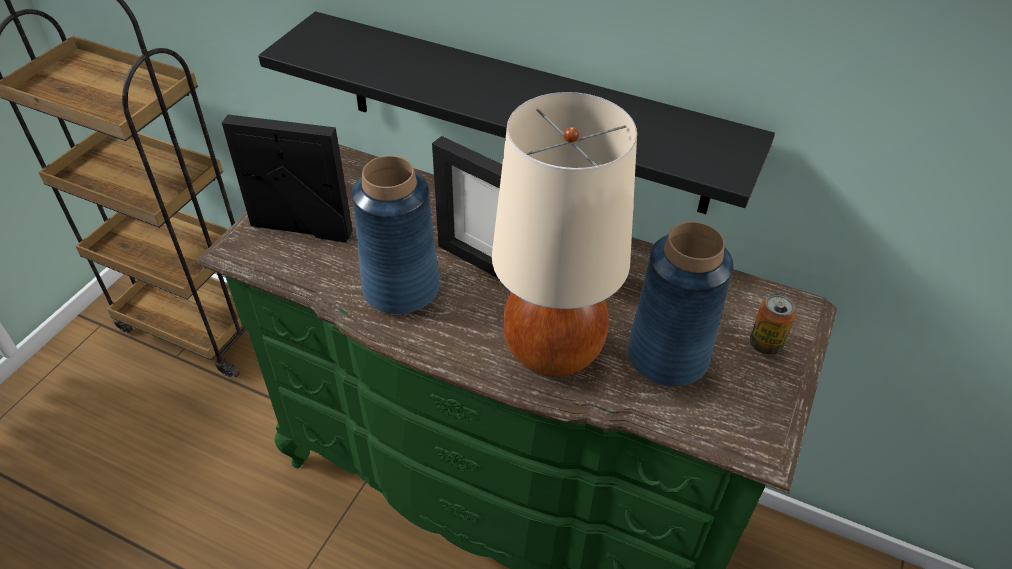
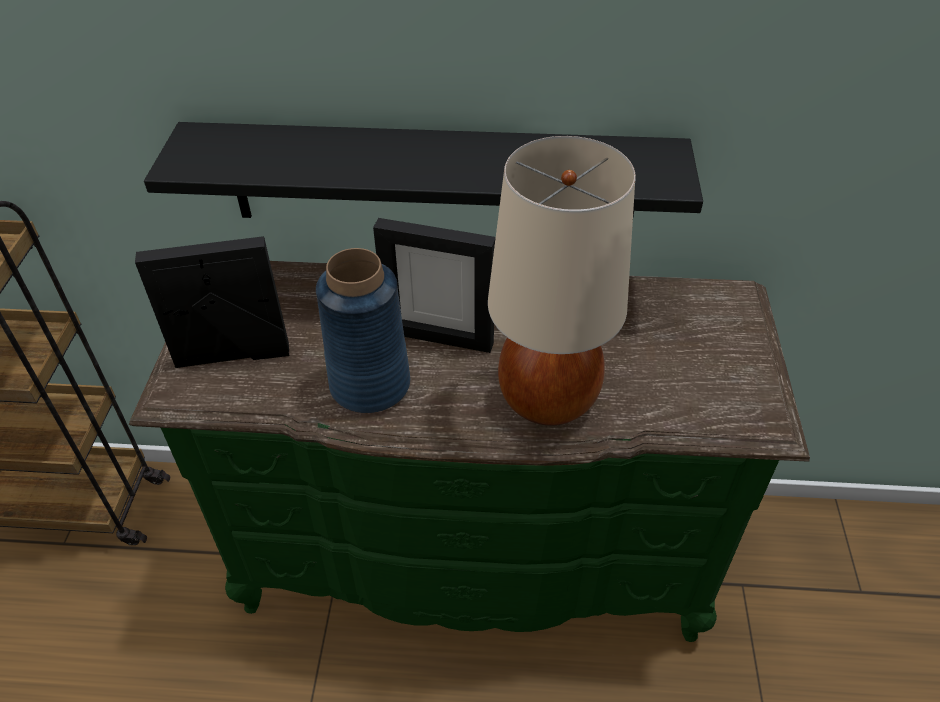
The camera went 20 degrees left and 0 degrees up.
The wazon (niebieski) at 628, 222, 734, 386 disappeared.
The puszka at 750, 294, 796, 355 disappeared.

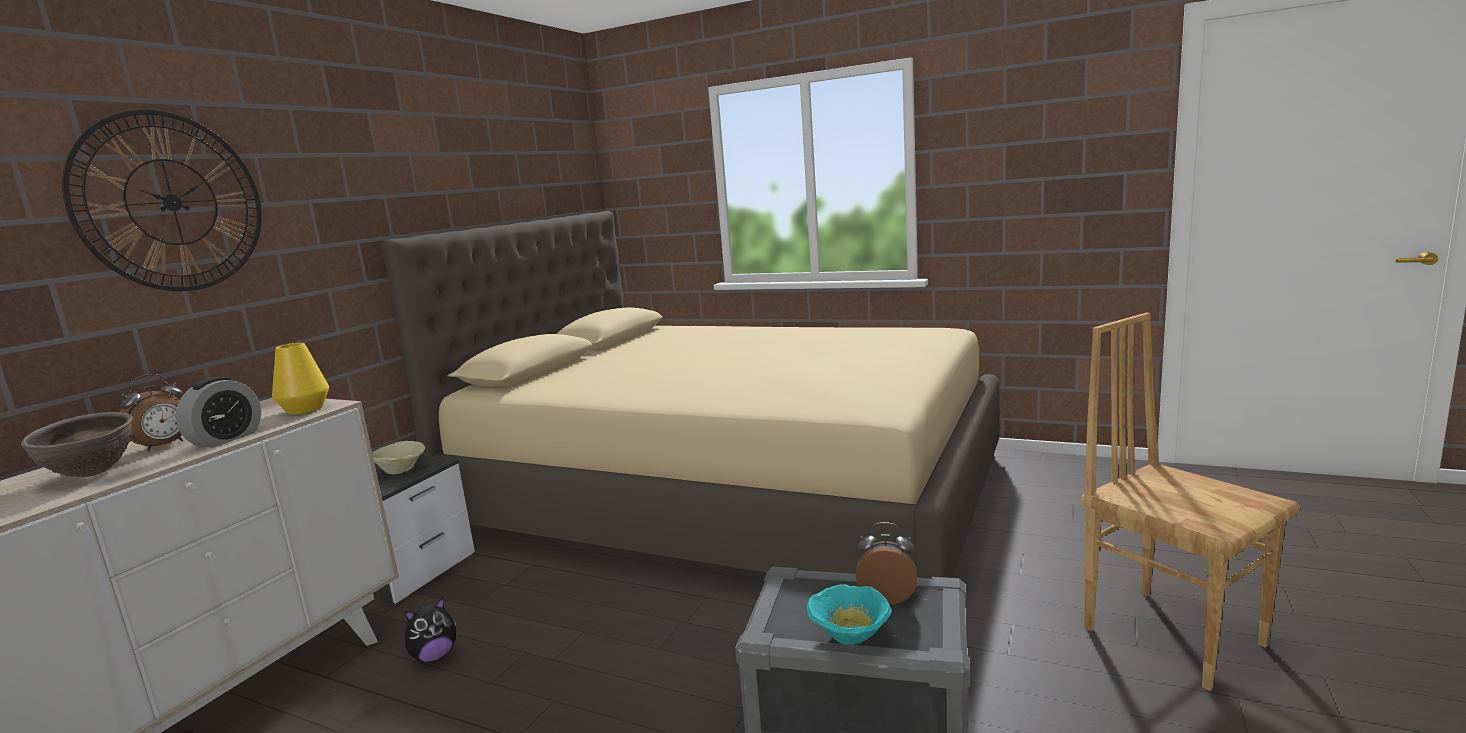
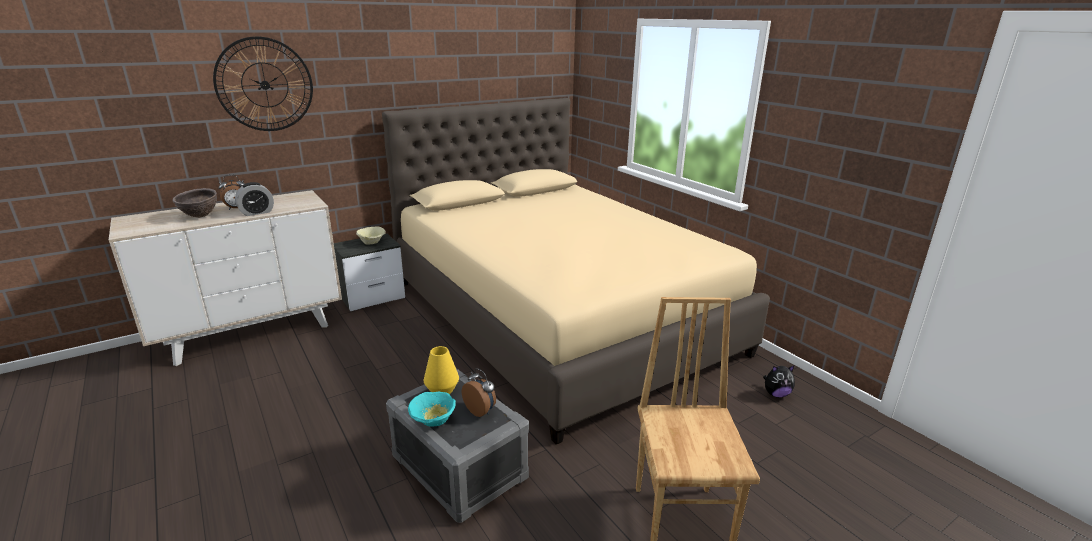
The camera went 30 degrees right and 10 degrees up.
The wazon (żółty) moved from 272, 343, 329, 415 to 424, 346, 459, 394.
The pluszak moved from 405, 597, 456, 662 to 763, 365, 795, 397.

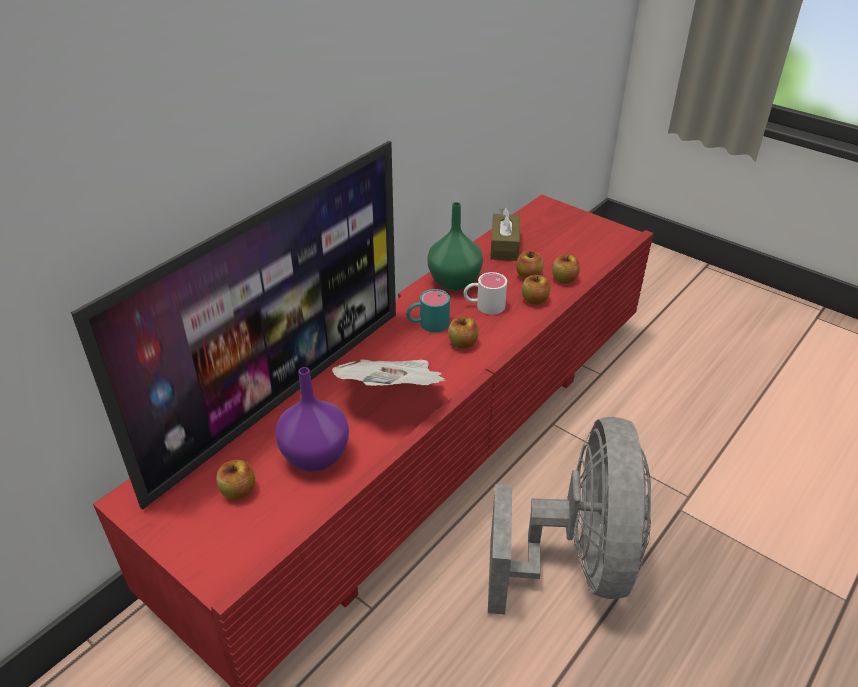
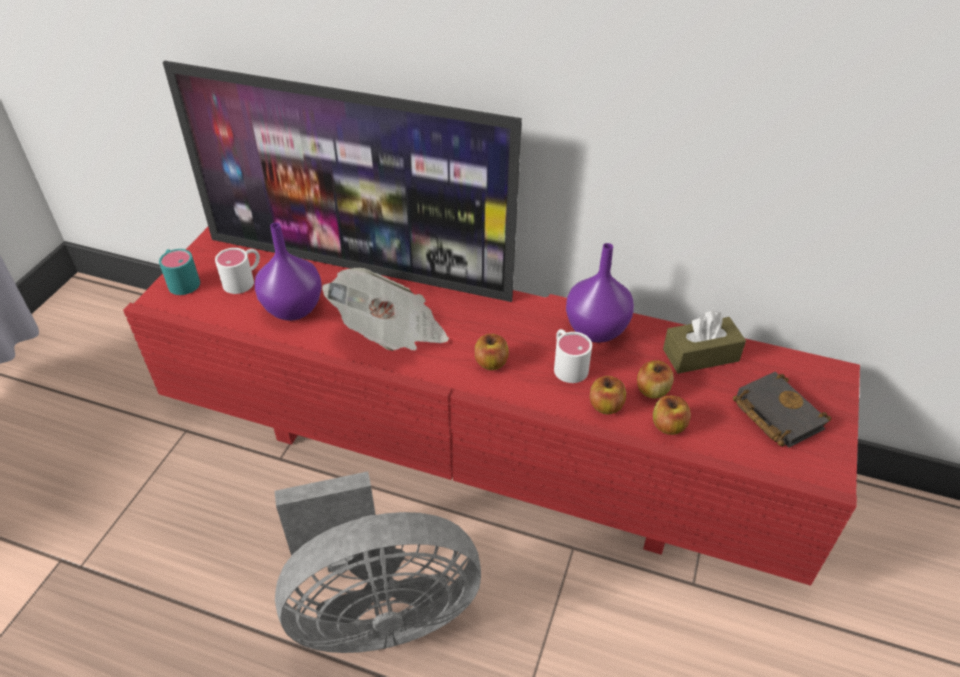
The camera went 70 degrees right and 5 degrees up.
The wazon (zielony) at 428, 202, 483, 291 became the wazon (fioletowy) at 566, 243, 634, 343.
The kubek (turkusowy) moved from 407, 289, 450, 333 to 159, 249, 200, 295.
The jabłko at 216, 460, 255, 500 was replaced by the kubek (biały) at 215, 248, 260, 294.
The książka (czarny) at 733, 372, 831, 448 appeared.

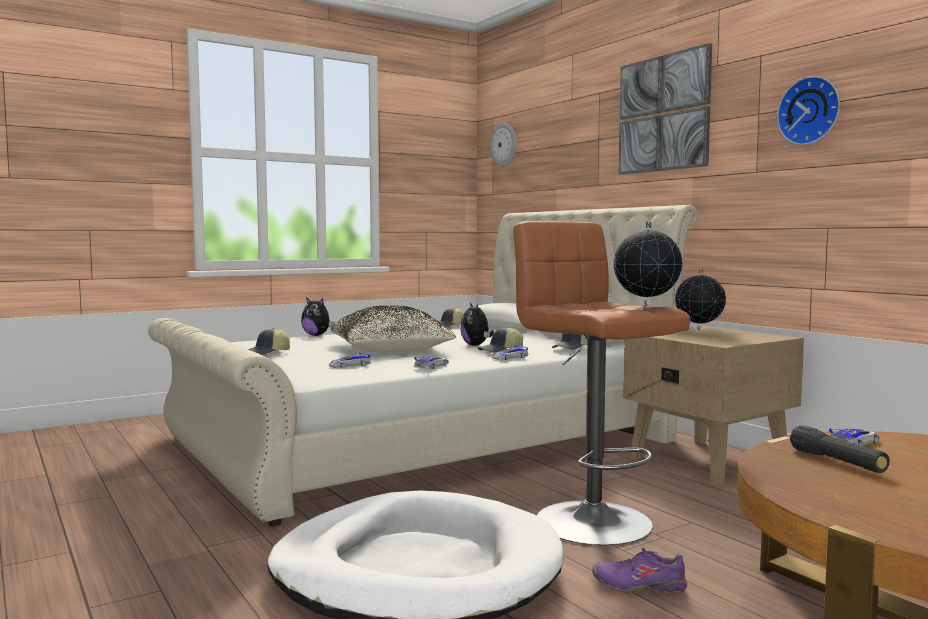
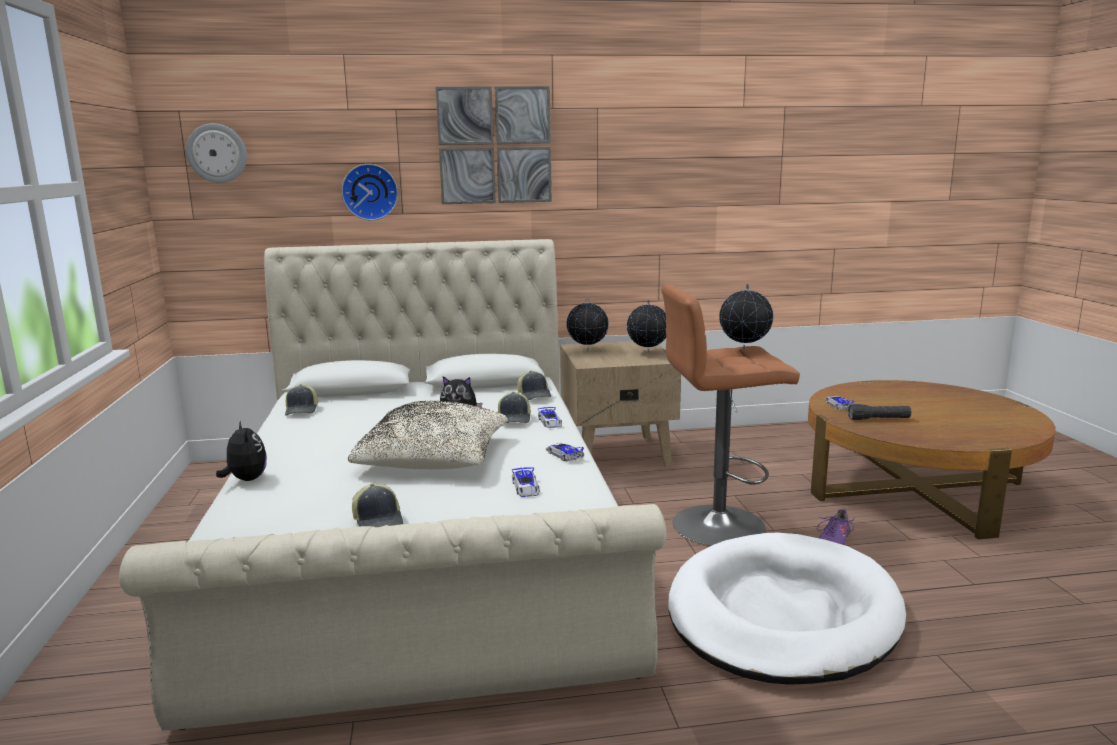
The camera went 65 degrees left and 10 degrees up.
The zegar ścienny moved from 777, 76, 840, 145 to 341, 164, 398, 220.
The pluszak at 301, 297, 335, 336 turned 90 degrees counterclockwise.
The globus at 627, 299, 666, 353 appeared.

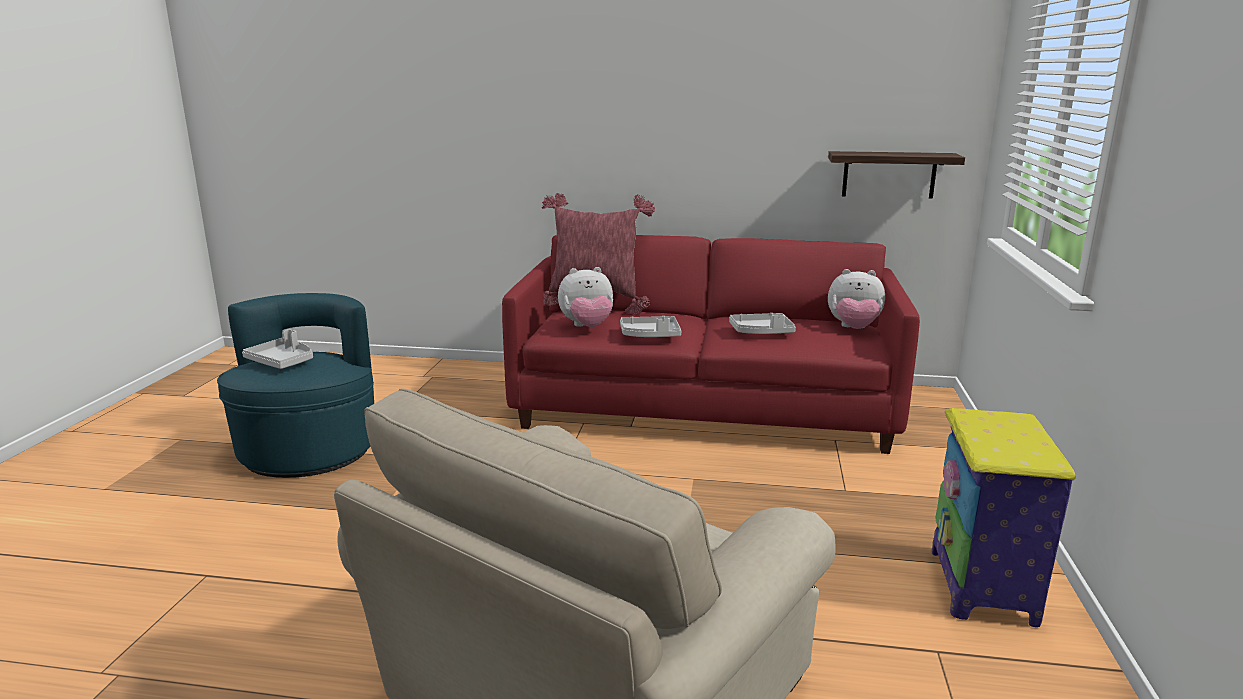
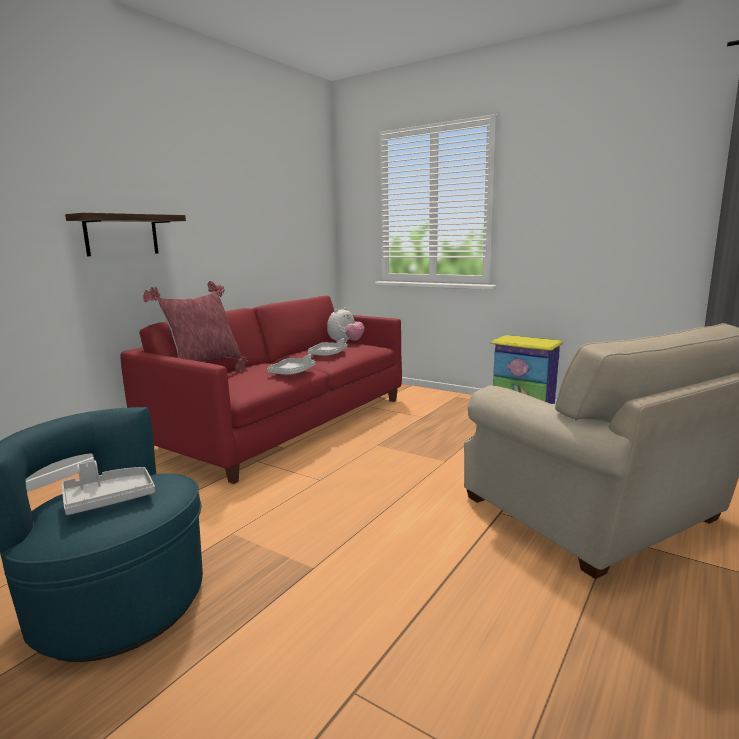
The camera went 65 degrees left and 5 degrees down.
The półka moved from 828, 151, 965, 199 to 65, 212, 186, 256.
The pluszak at 558, 267, 613, 327 disappeared.

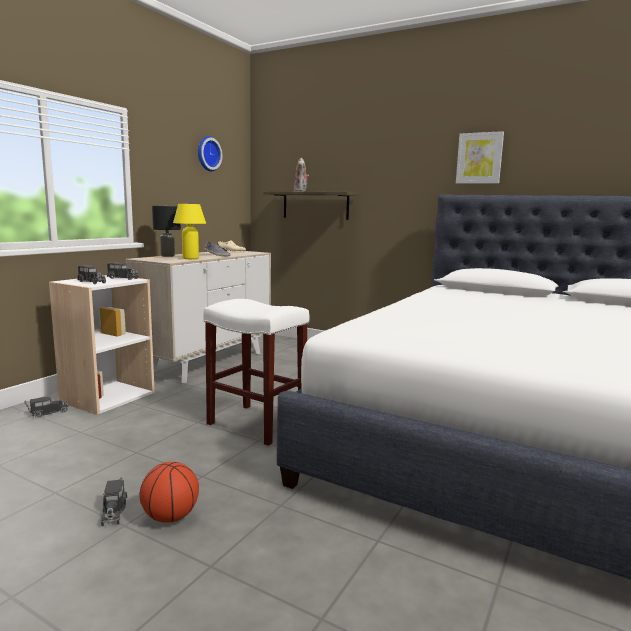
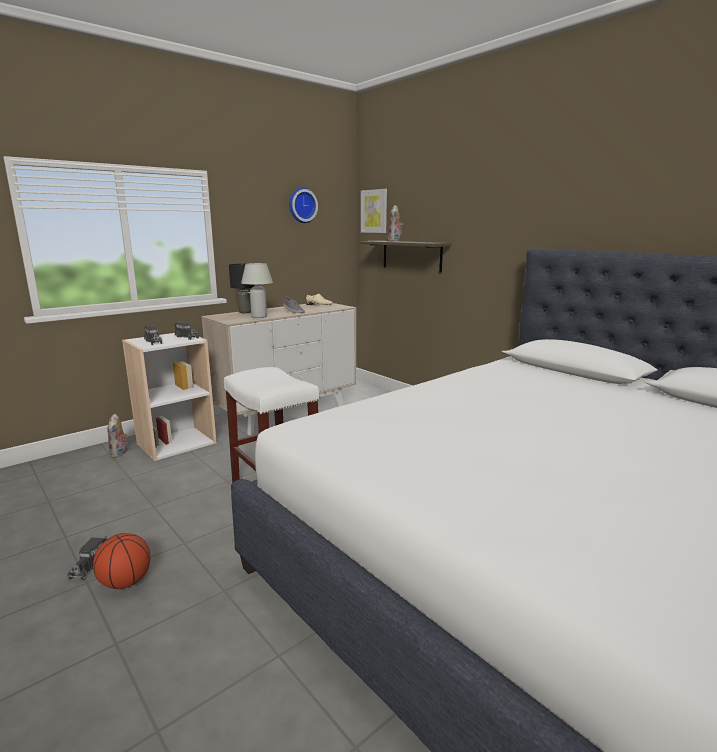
The camera went 20 degrees right and 5 degrees up.
The obraz moved from 456, 131, 504, 184 to 361, 189, 387, 233.
The lampa stołowa (żółty) at 173, 204, 206, 259 became the lampa stołowa (biały) at 241, 263, 273, 318.
The ciężarówka zabawkowa at 24, 397, 68, 418 was replaced by the pluszak at 107, 414, 128, 458.

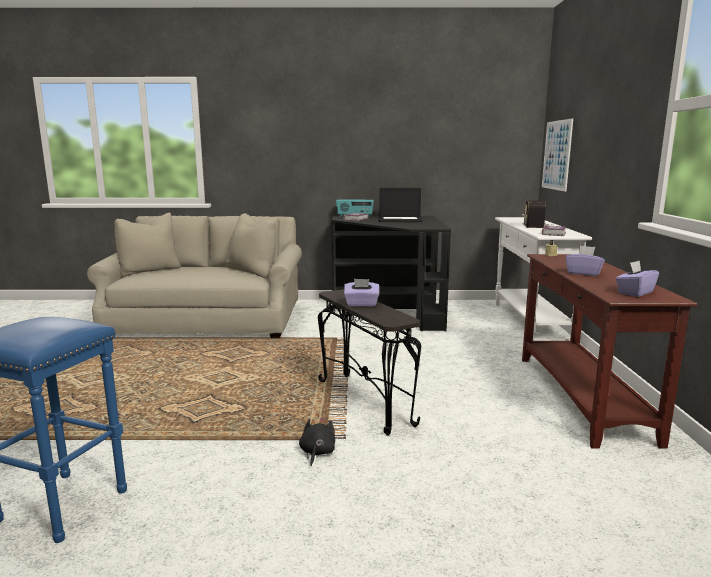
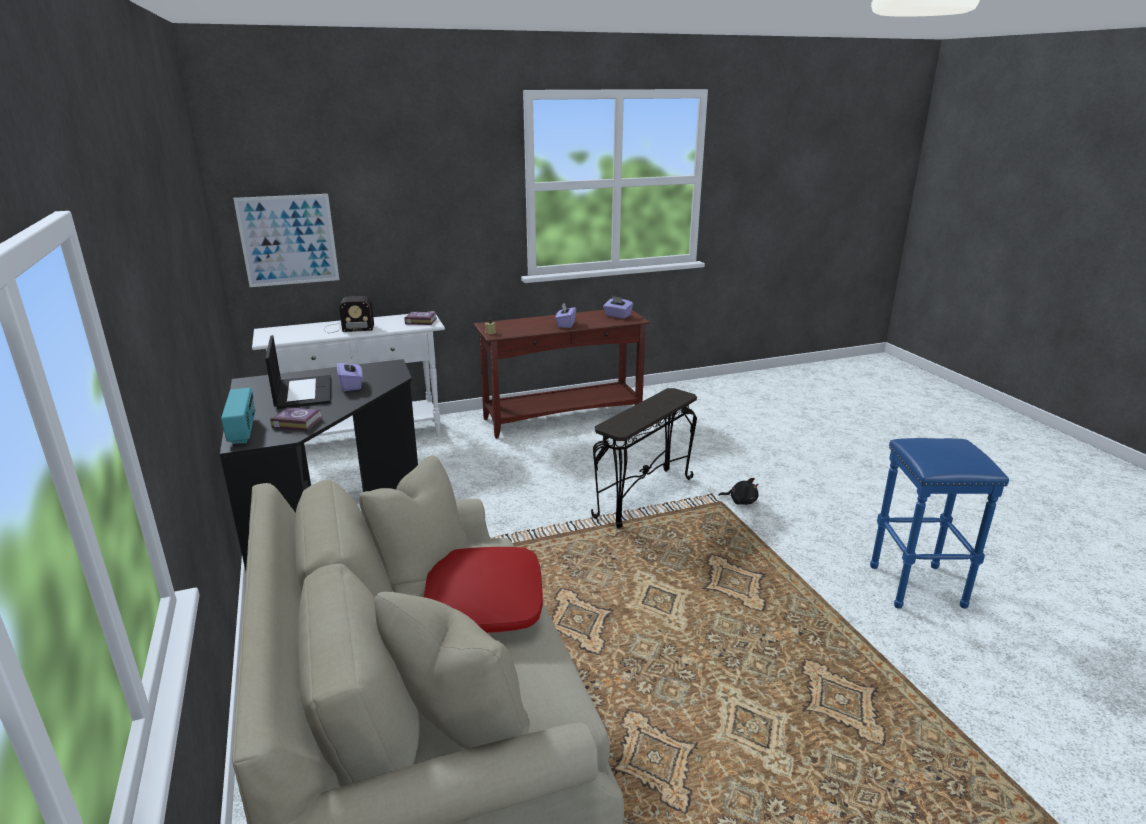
The camera went 110 degrees left and 10 degrees up.
The pudełko chusteczek (fioletowy) moved from 344, 279, 379, 306 to 337, 359, 363, 391.
The pluszak (czarny) at 299, 418, 335, 466 turned 150 degrees counterclockwise.
The poduszka (czerwony) at 424, 547, 543, 633 appeared.

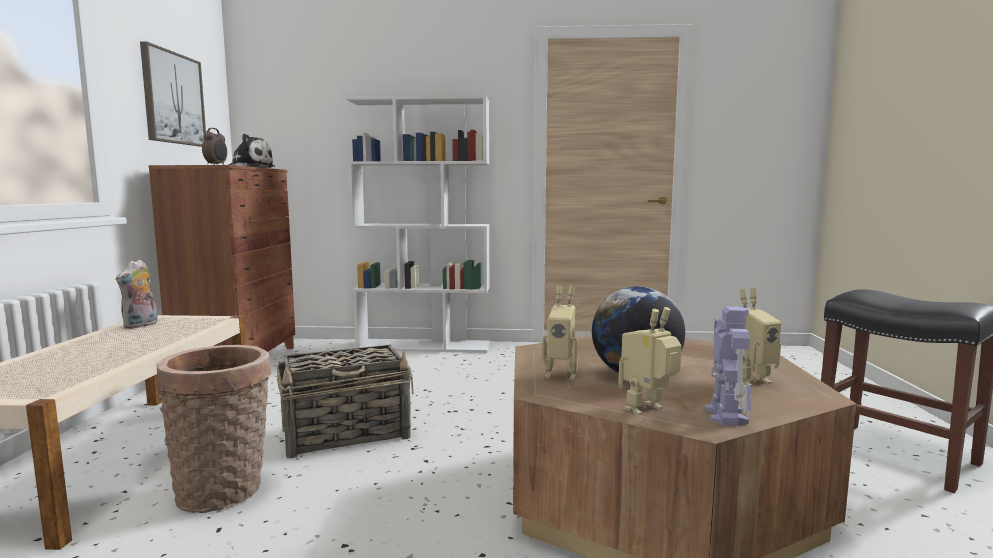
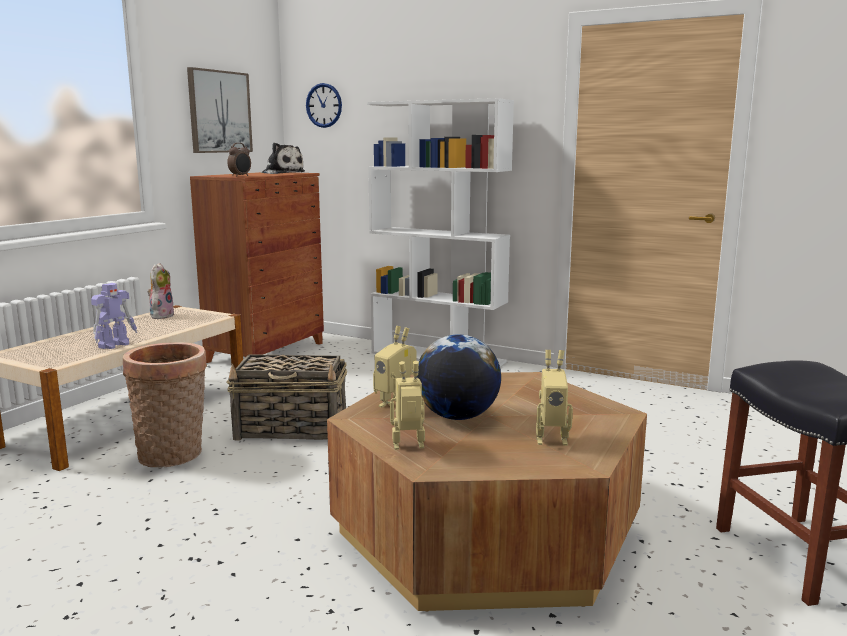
The camera went 25 degrees right and 5 degrees up.
The pluszak at 116, 259, 158, 329 turned 150 degrees clockwise.
The robot zabawkowy moved from 705, 307, 751, 426 to 91, 283, 137, 349.
The zegar ścienny at 306, 83, 342, 128 appeared.

